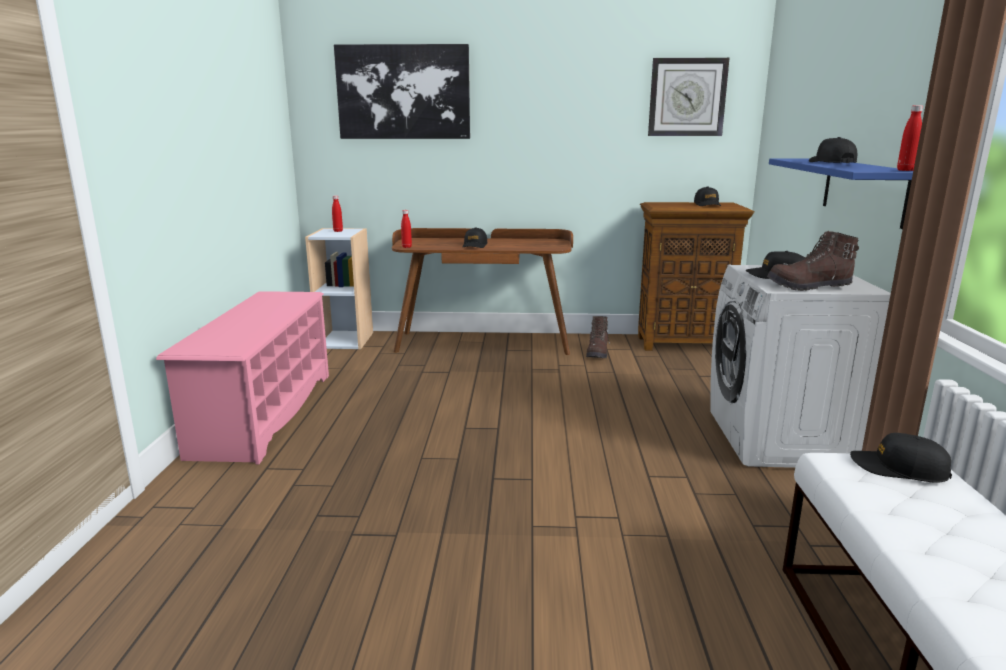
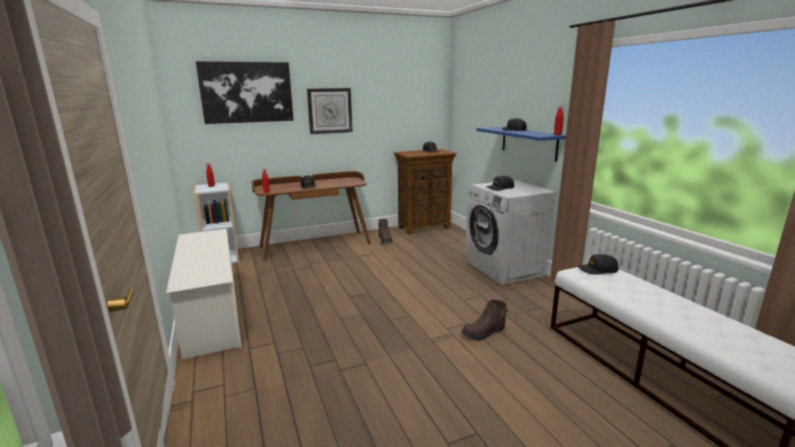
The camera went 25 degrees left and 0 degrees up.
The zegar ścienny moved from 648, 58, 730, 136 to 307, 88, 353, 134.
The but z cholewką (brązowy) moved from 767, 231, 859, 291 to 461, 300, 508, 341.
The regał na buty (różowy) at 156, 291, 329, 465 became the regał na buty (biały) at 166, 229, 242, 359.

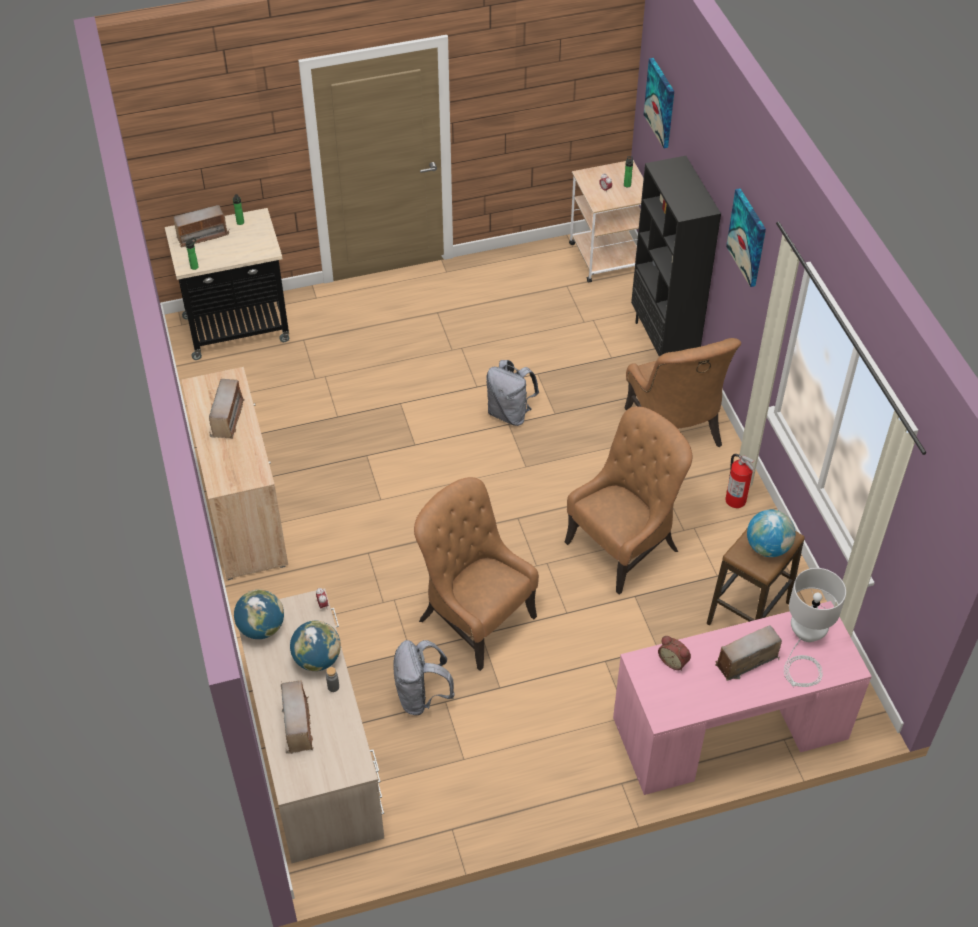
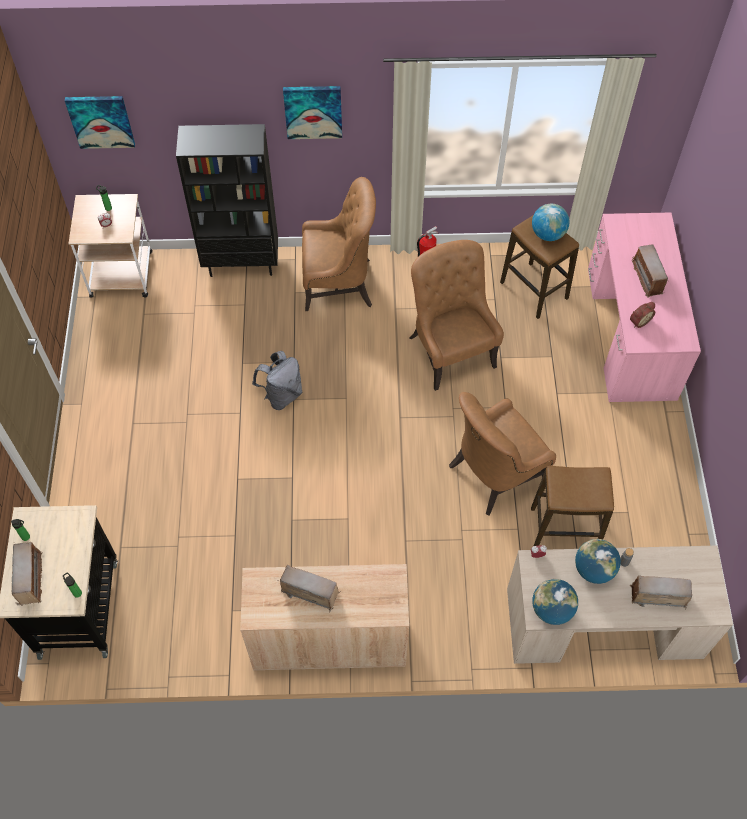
The camera went 75 degrees left and 10 degrees up.
The lampa stołowa (biały) at 784, 568, 846, 687 disappeared.
The plecak (szary) at 393, 640, 455, 715 was replaced by the stołek at 531, 466, 614, 546.

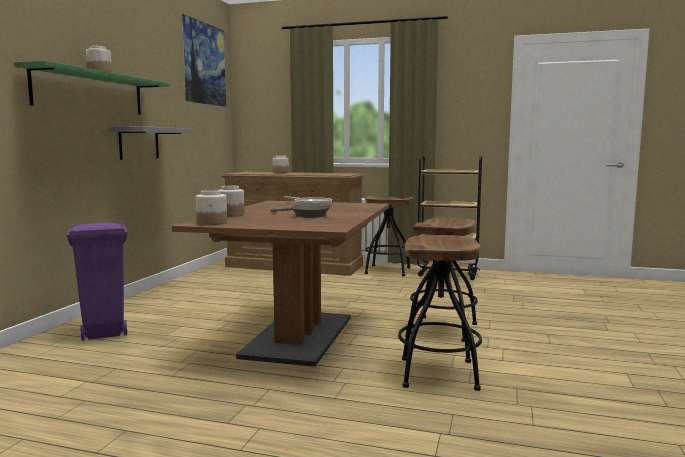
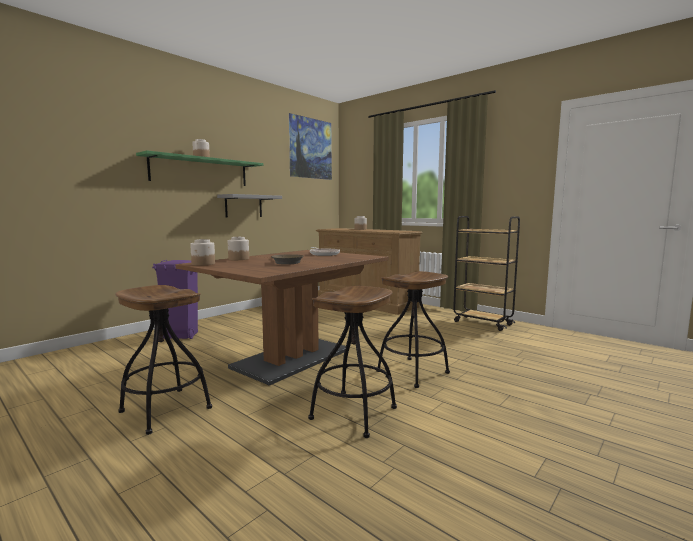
The camera went 25 degrees right and 0 degrees up.
The stołek (brązowy) moved from 365, 196, 413, 276 to 115, 285, 212, 435.

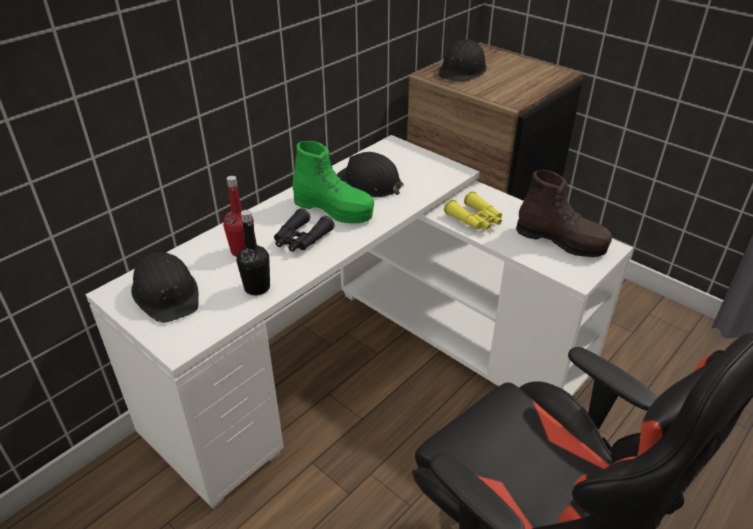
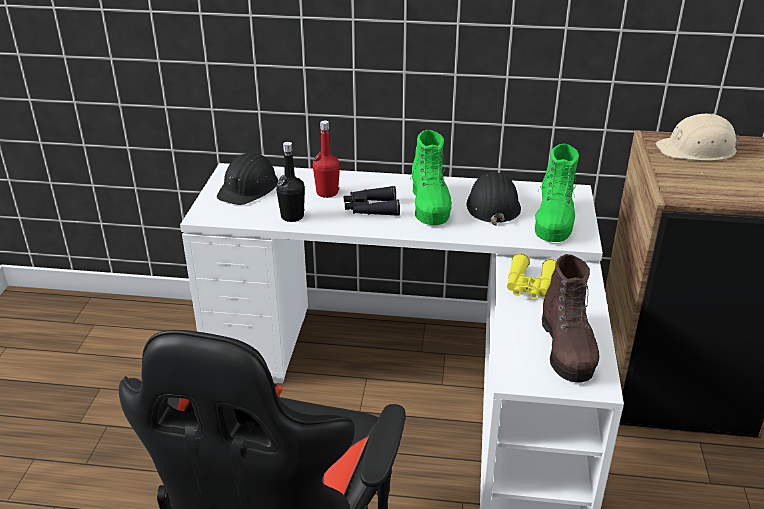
The camera went 55 degrees right and 5 degrees down.
The kask (czarny) at 438, 39, 487, 82 became the kask (beżowy) at 655, 114, 739, 161.
The but z cholewką (zielony) at 535, 143, 579, 242 appeared.

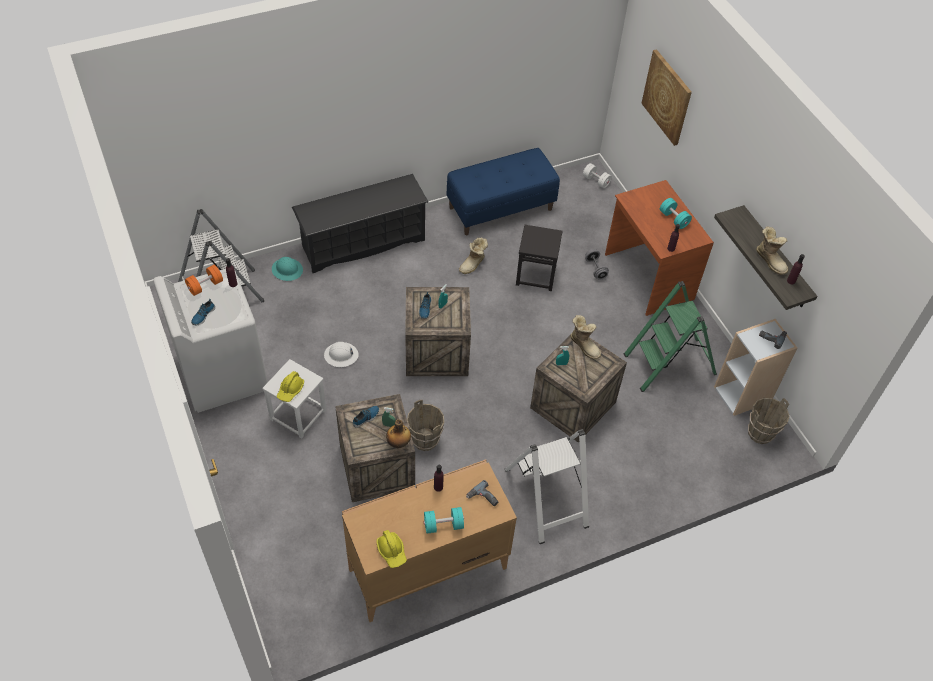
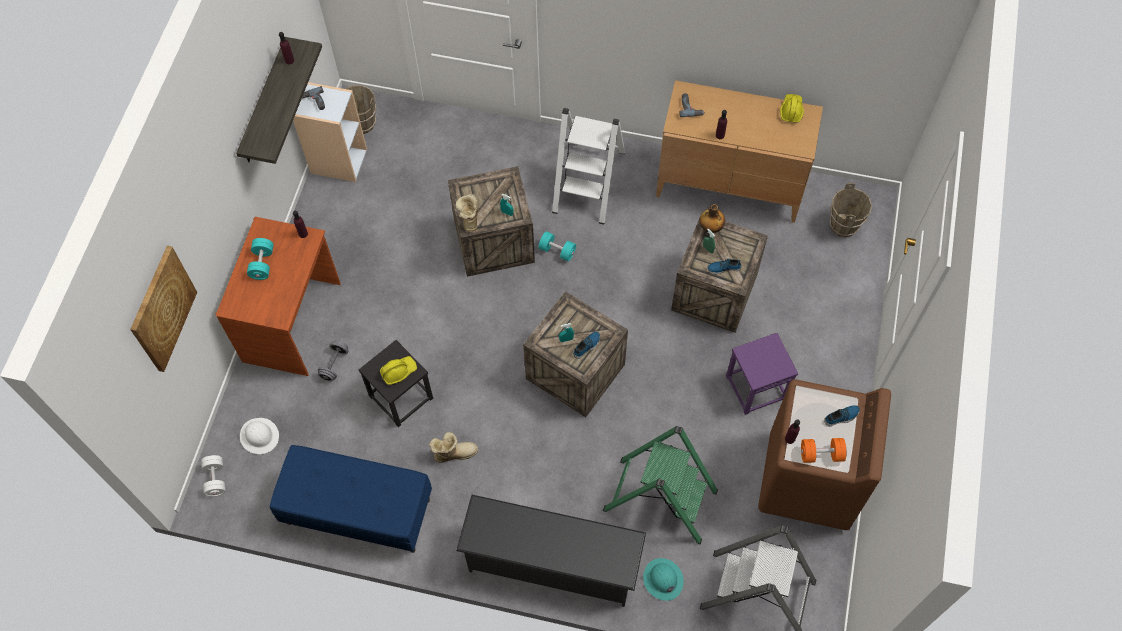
The camera went 140 degrees left and 10 degrees up.
The but z cholewką at 756, 227, 788, 275 disappeared.
The pralka (biały) at 153, 269, 268, 413 became the pralka (brązowy) at 758, 380, 891, 531.
The drabinka (zielony) moved from 624, 281, 717, 392 to 603, 426, 718, 544.
The kask (biały) moved from 324, 342, 359, 367 to 240, 418, 279, 454.
The stołek (biały) at 262, 359, 326, 439 became the stołek (fioletowy) at 726, 333, 798, 415.
The kask (żółty) moved from 277, 371, 304, 402 to 380, 356, 417, 385.
The wiadro (brązowy) moved from 407, 400, 444, 451 to 830, 183, 872, 238.
The hantel (turkusowy) moved from 424, 507, 464, 534 to 538, 231, 576, 261.

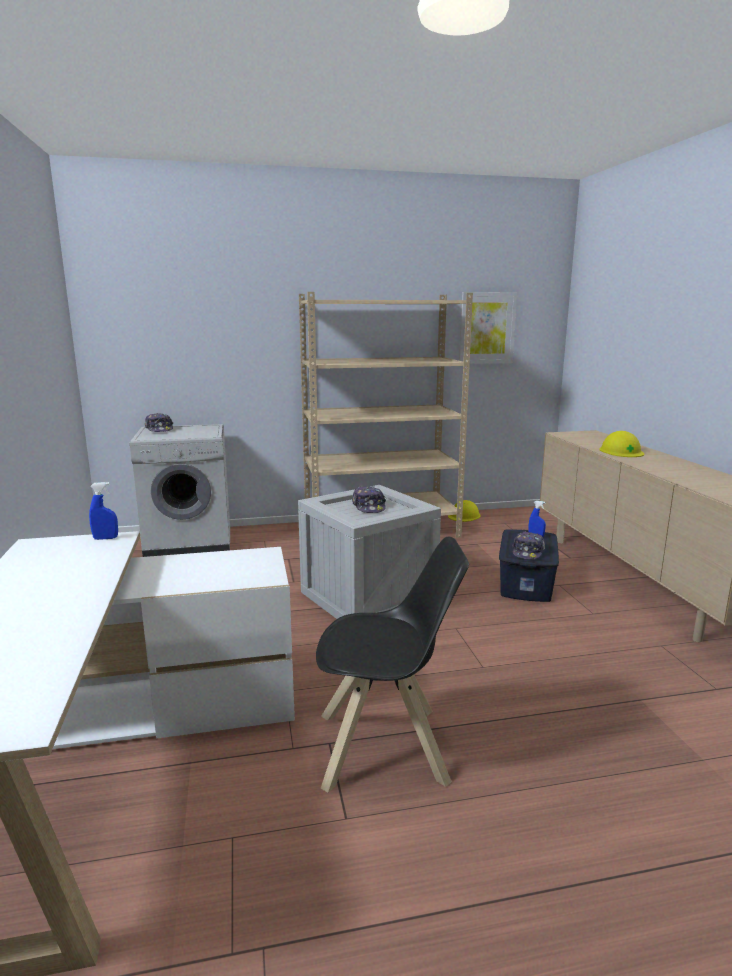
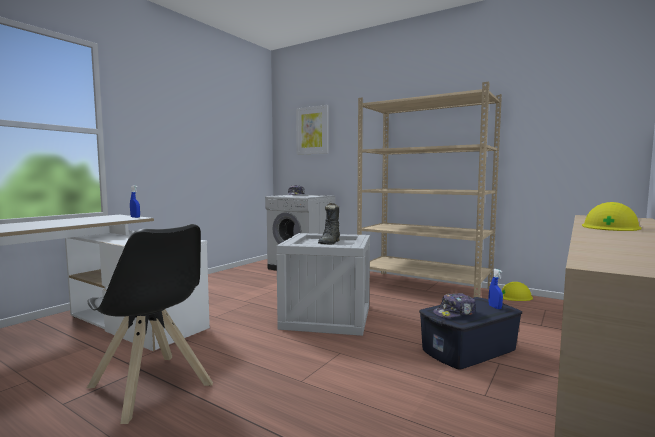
The camera went 45 degrees right and 10 degrees down.
The obraz moved from 459, 292, 517, 364 to 296, 105, 328, 155.
The czapka z daszkiem at 352, 486, 386, 513 was replaced by the but z cholewką (czarny) at 318, 203, 340, 244.

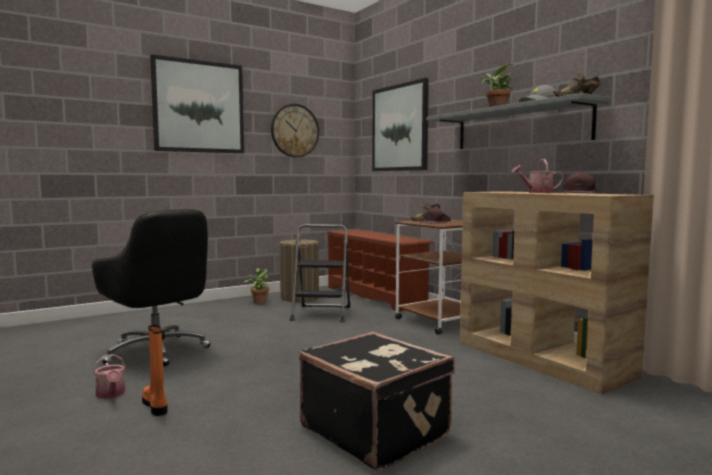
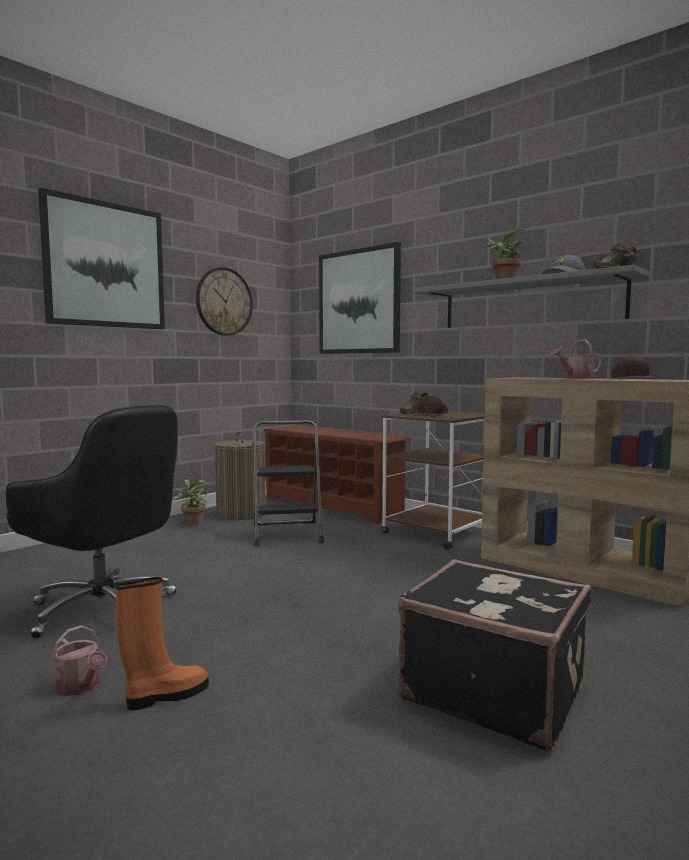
The camera went 15 degrees left and 0 degrees up.
The but z cholewką (pomarańczowy) at 142, 325, 168, 416 turned 105 degrees clockwise.

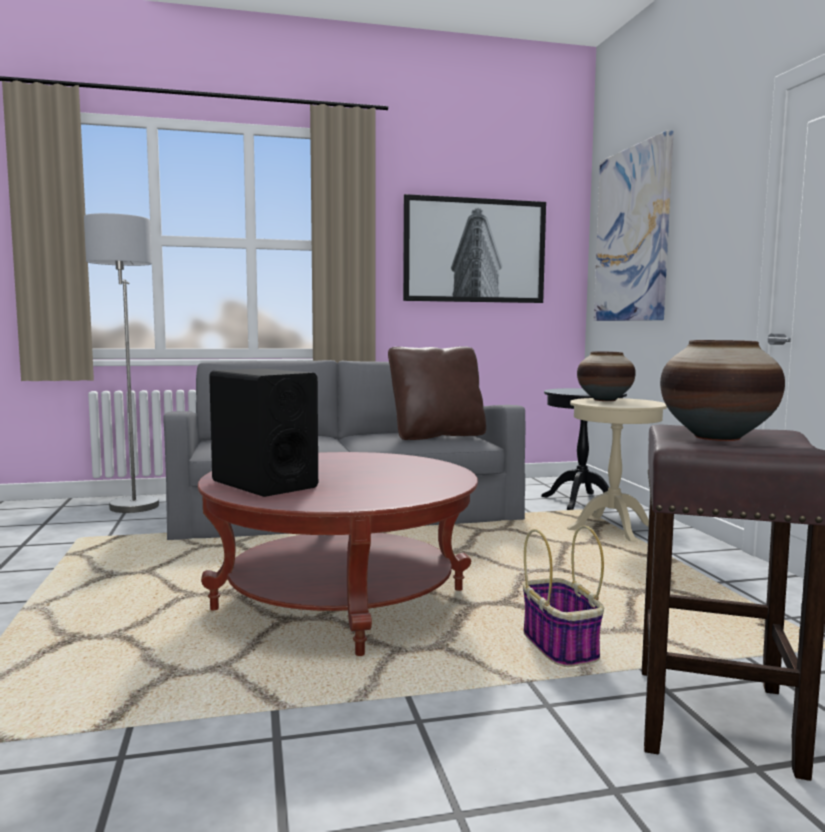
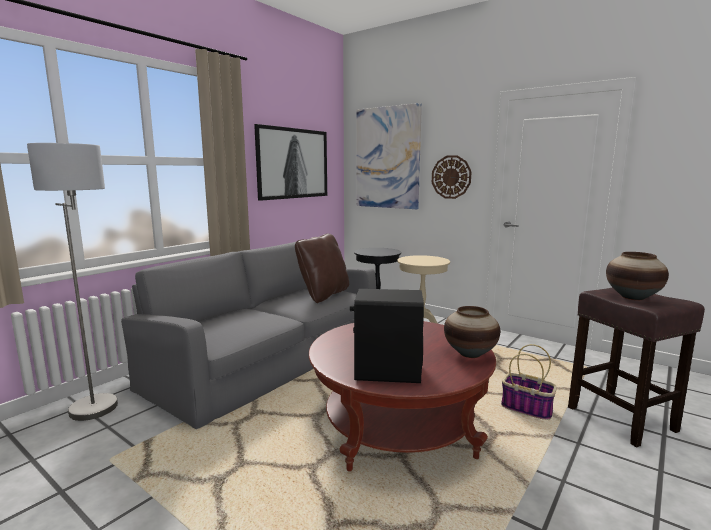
The camera went 40 degrees left and 5 degrees up.
The wazon moved from 577, 352, 636, 401 to 444, 306, 500, 358.
The zegar ścienny at 432, 155, 472, 199 appeared.

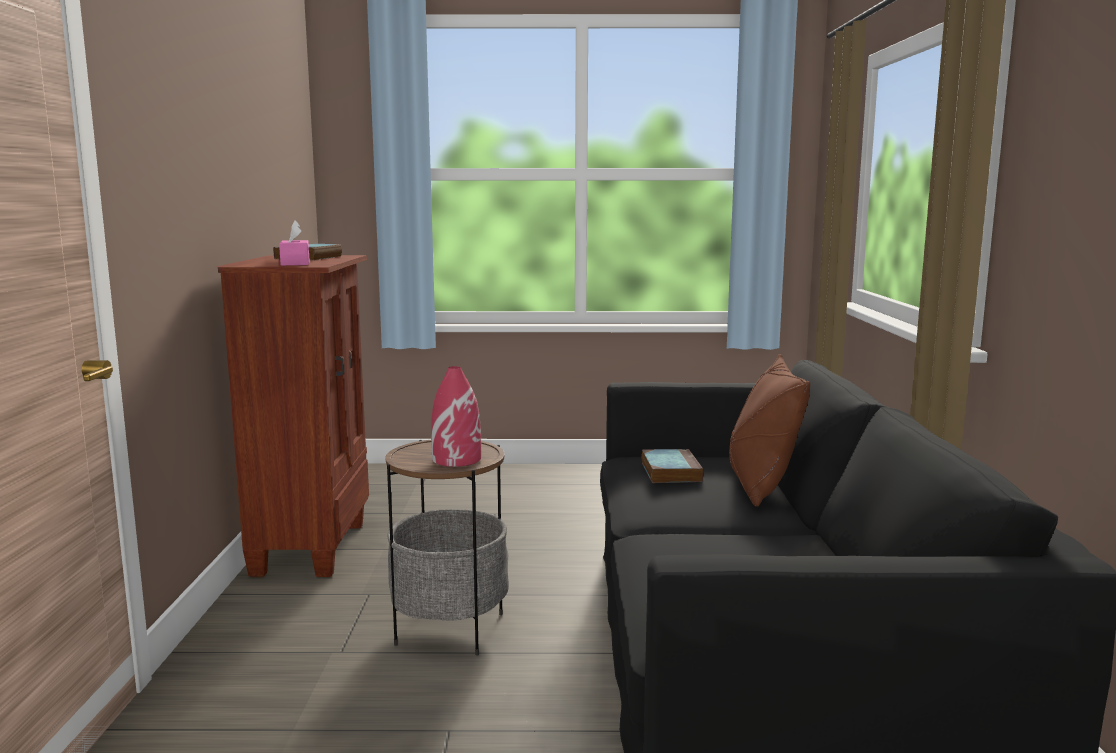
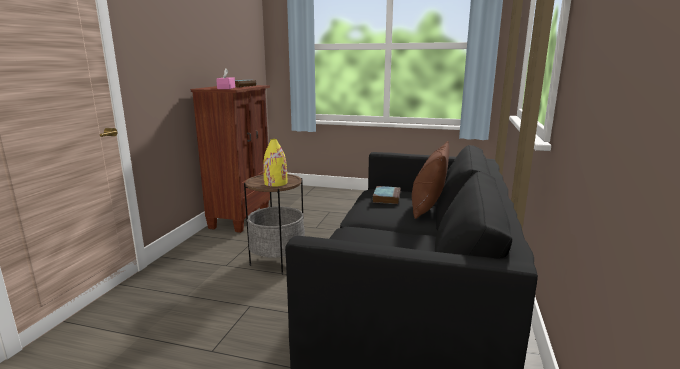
The camera went 15 degrees right and 5 degrees up.
The wazon (czerwony) at 431, 366, 481, 467 became the wazon (żółty) at 263, 139, 287, 187.

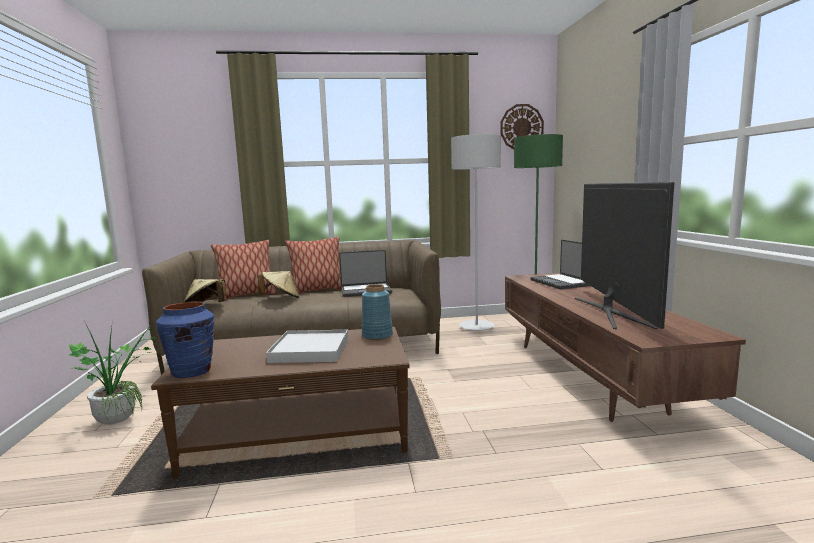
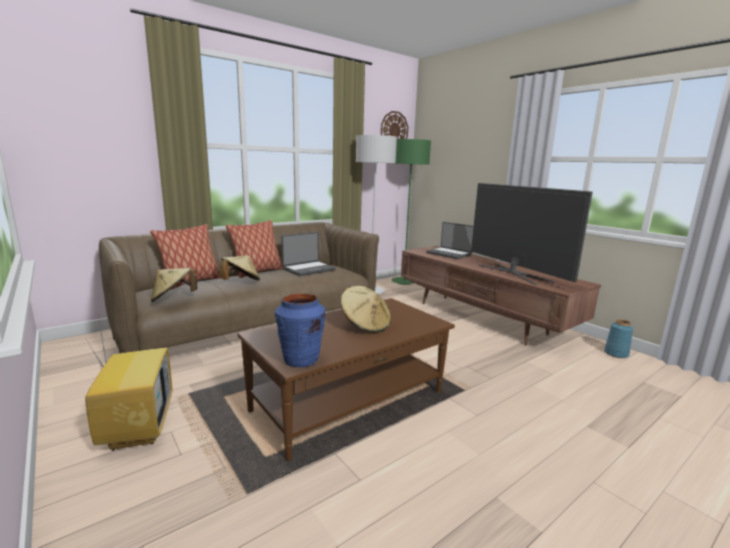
The camera went 30 degrees left and 5 degrees up.
The wazon (niebieski) moved from 362, 284, 393, 340 to 604, 319, 633, 358.
The roślina doniczkowa at 69, 321, 156, 425 was replaced by the telewizor at 85, 314, 172, 451.
The taca (biały) at 266, 330, 348, 363 was replaced by the kapelusz (beżowy) at 341, 286, 391, 333.

